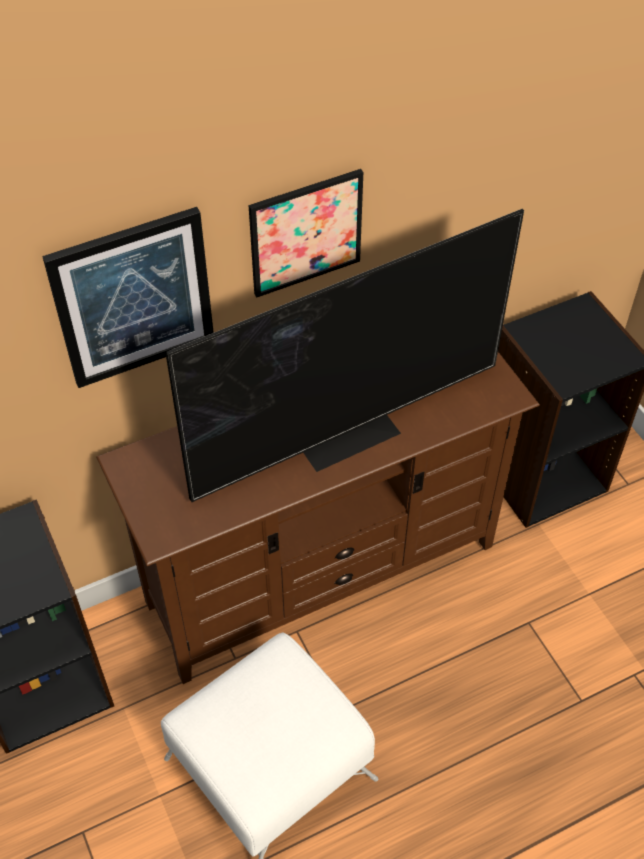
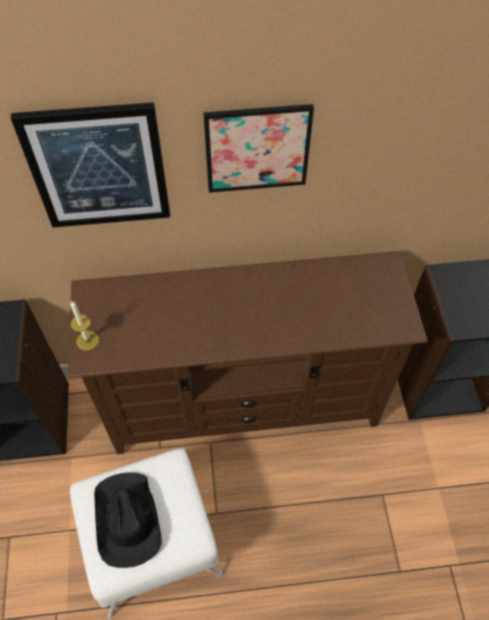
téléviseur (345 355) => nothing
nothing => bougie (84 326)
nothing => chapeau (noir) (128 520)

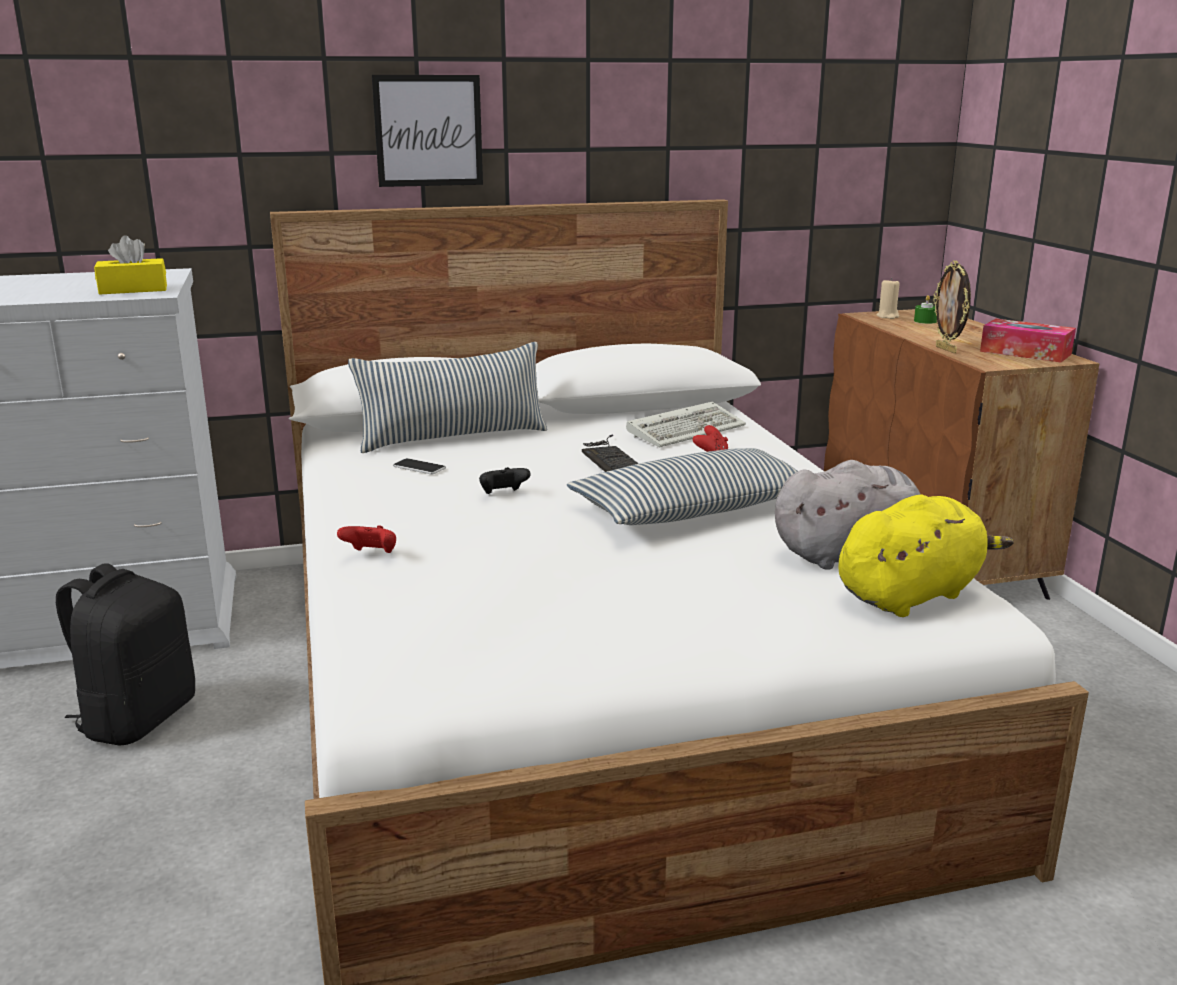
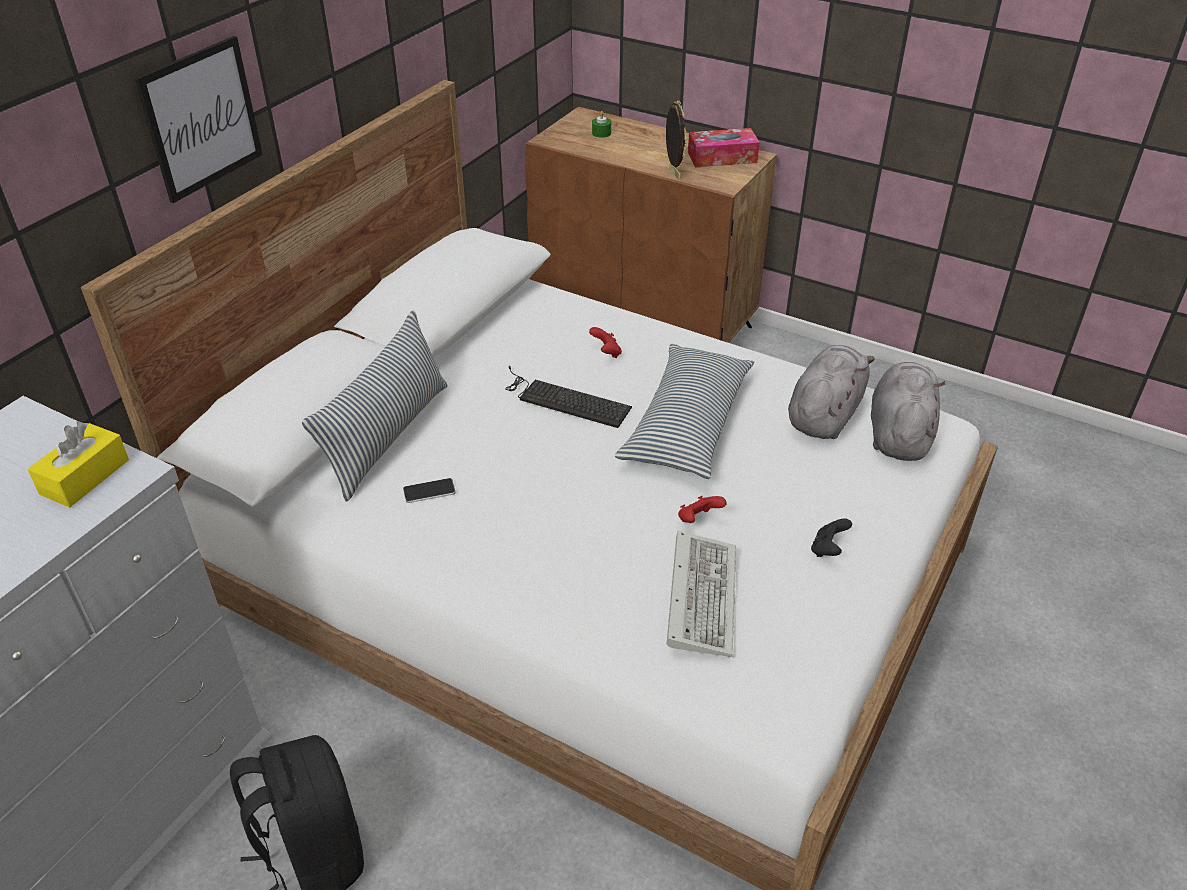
cadre photo (952 306) => cadre photo (676 140), 135 degrees counterclockwise
bougie (beige) (888 298) => nothing
clavier (686 424) => clavier (701 594), moved
manette (noir) (504 480) => manette (noir) (831 537), moved
peluche (jaune) (926 555) => peluche (gris) (908 411)
manette (rouge) (366 539) => manette (rouge) (702 509), moved

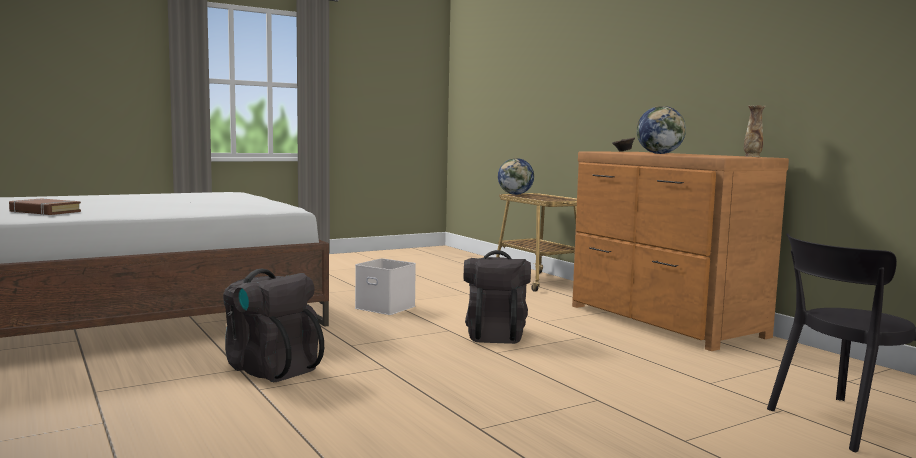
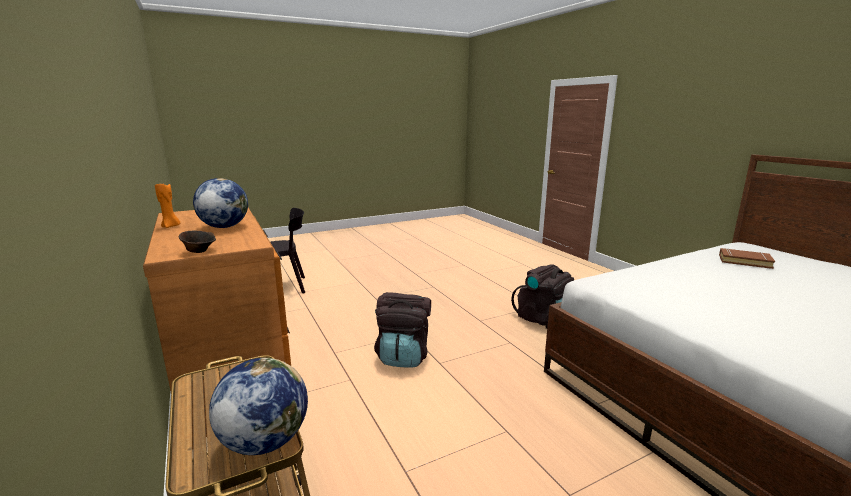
vase (755 131) => nothing
boîte de rangement (blanc) (385 286) => nothing
nothing => bougie (orange) (167 205)

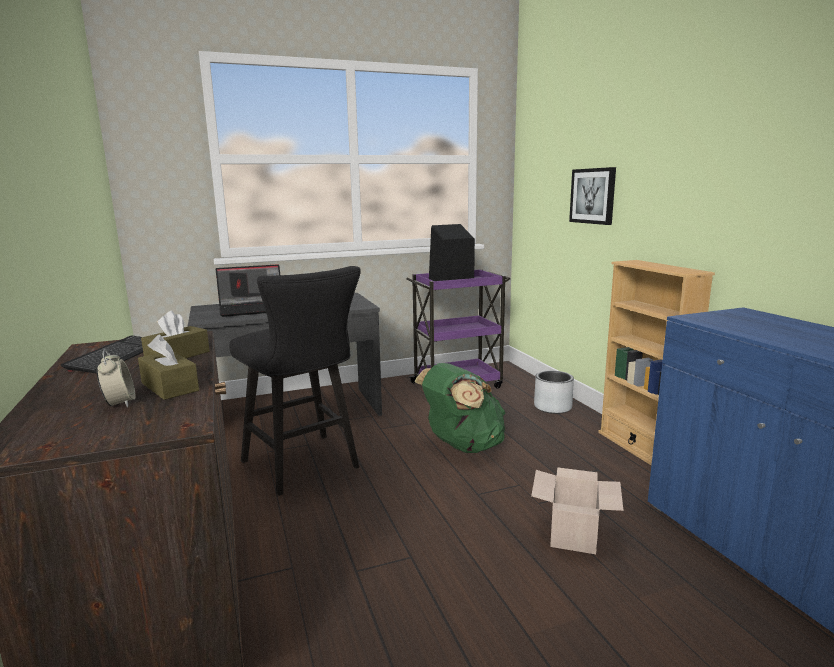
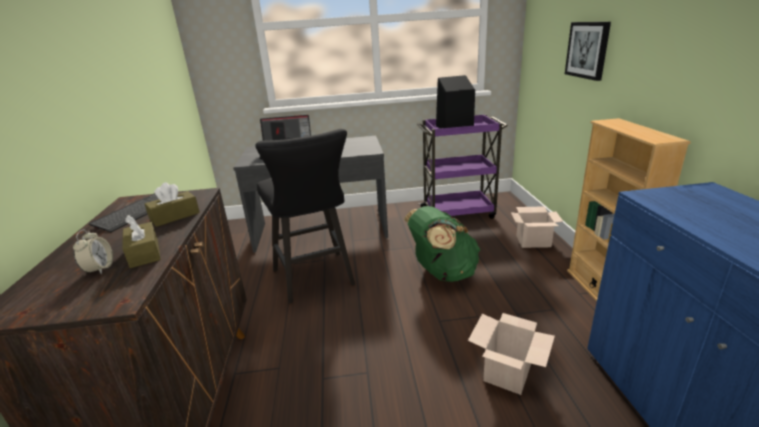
cache-pot (gris) (554 392) => carton (537 227)

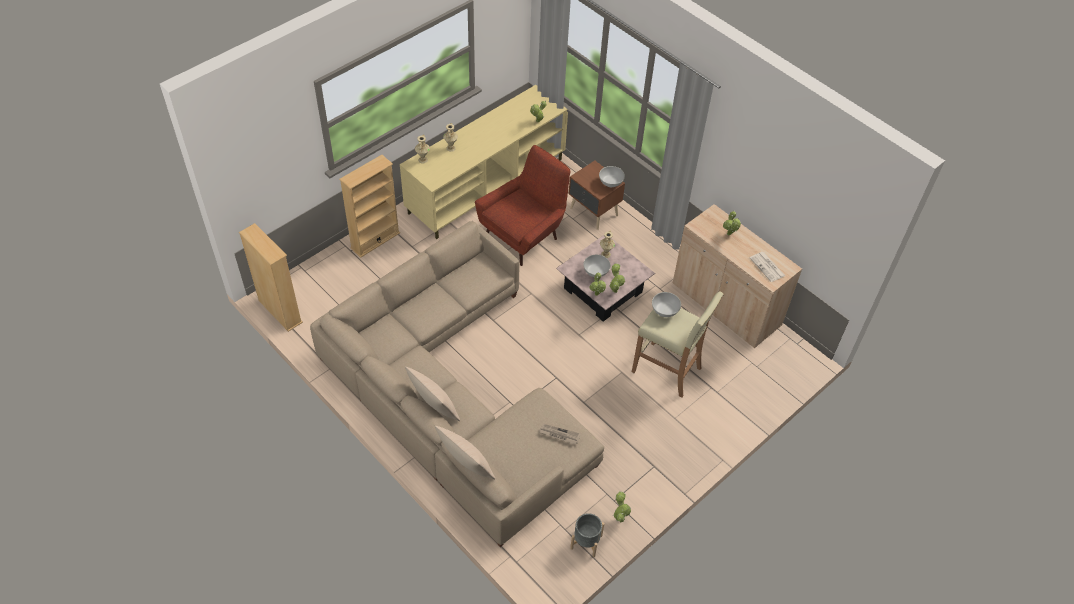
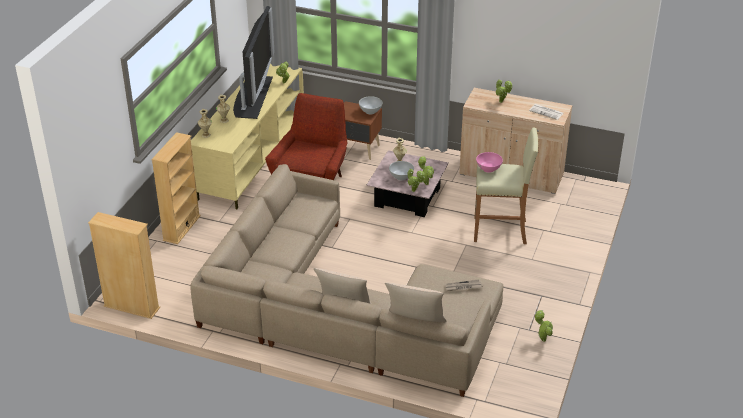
bol (blanc) (666 304) => bol (rose) (489 162)
cache-pot (gris) (587 535) => nothing
nothing => téléviseur (254 62)

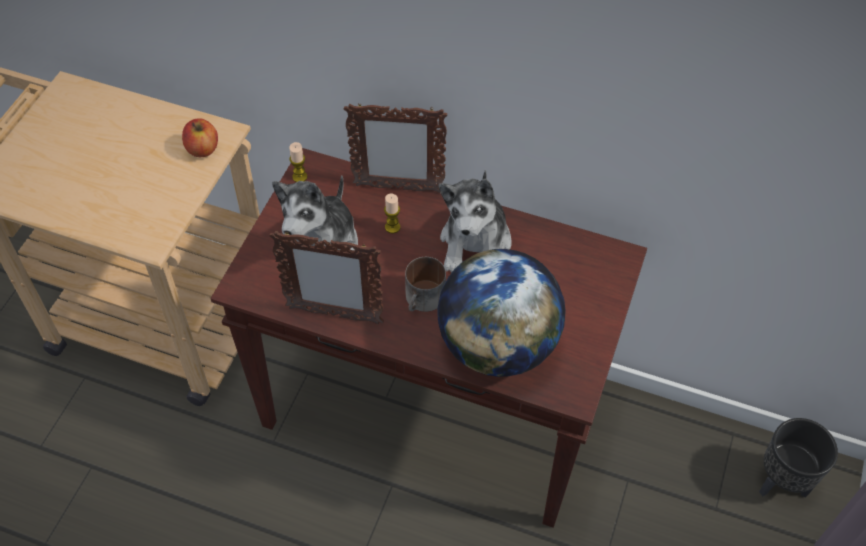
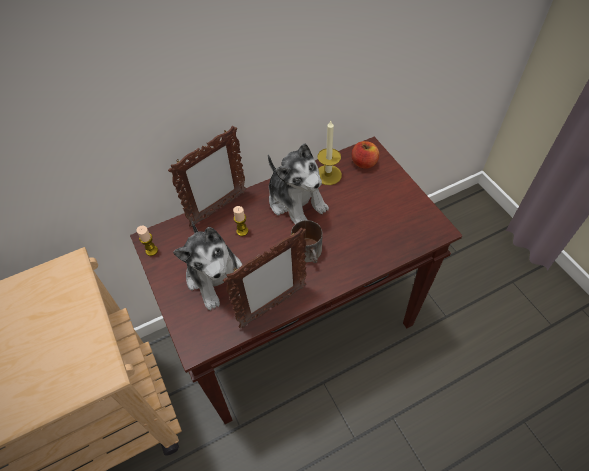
pomme (200 137) => pomme (365 155), moved
globe (501 313) => nothing
cache-pot (noir) (798 458) => nothing
nothing => bougie (329 153)

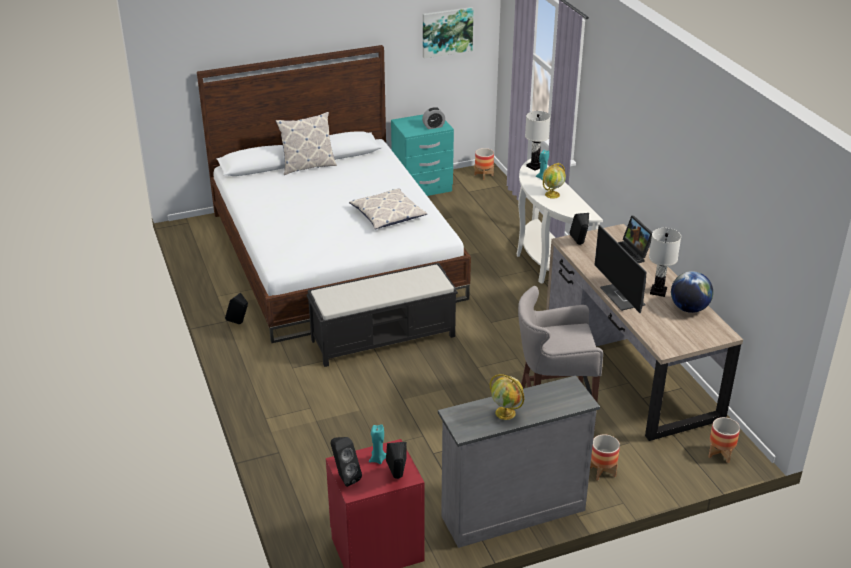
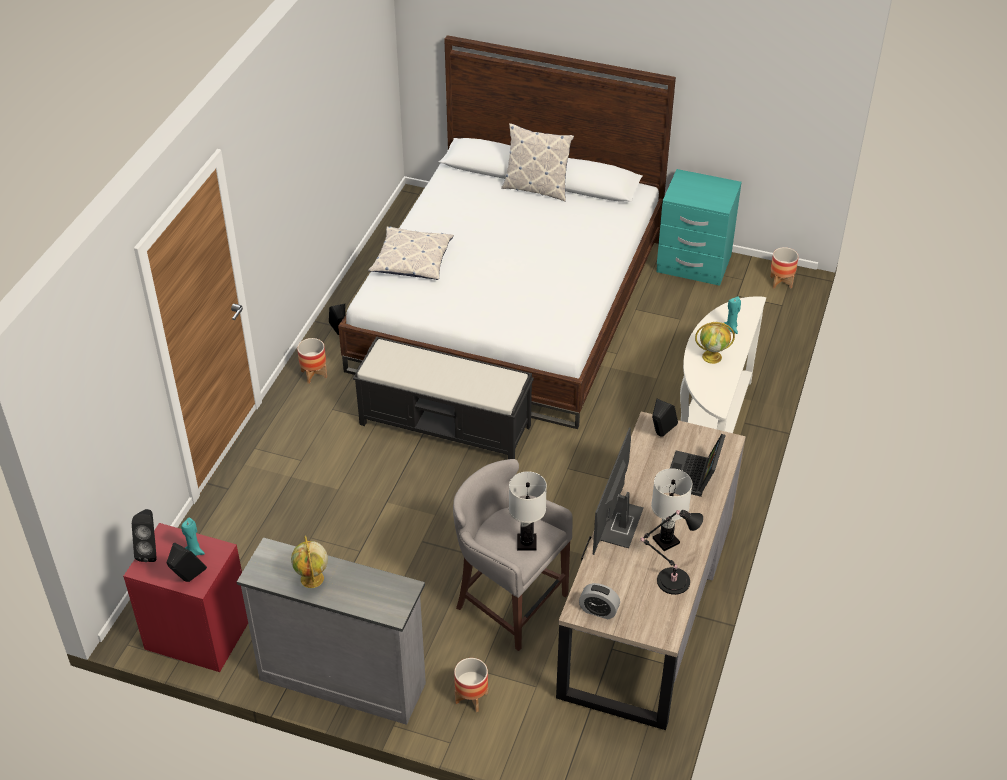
tableau (448 32) => nothing
réveil (433 118) => réveil (599 601), moved
lampe de table (blanc) (537 140) => lampe de table (blanc) (528 510), moved
coussin (388 208) => coussin (411 253), moved
globe (692 292) => lampe de table (noir) (671 552)
cache-pot (724 440) => cache-pot (312 361), moved

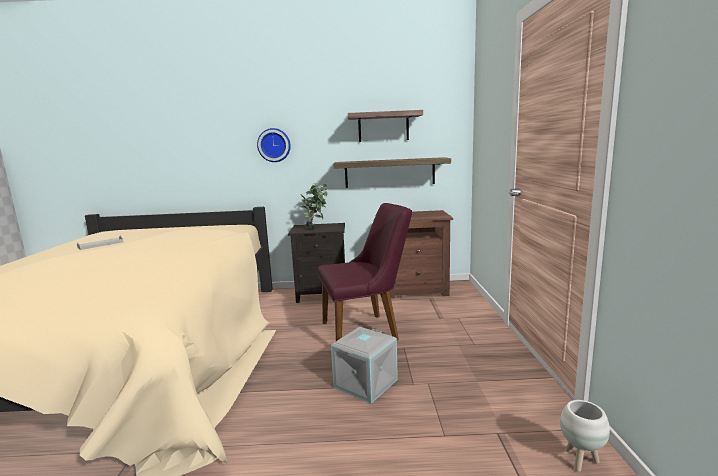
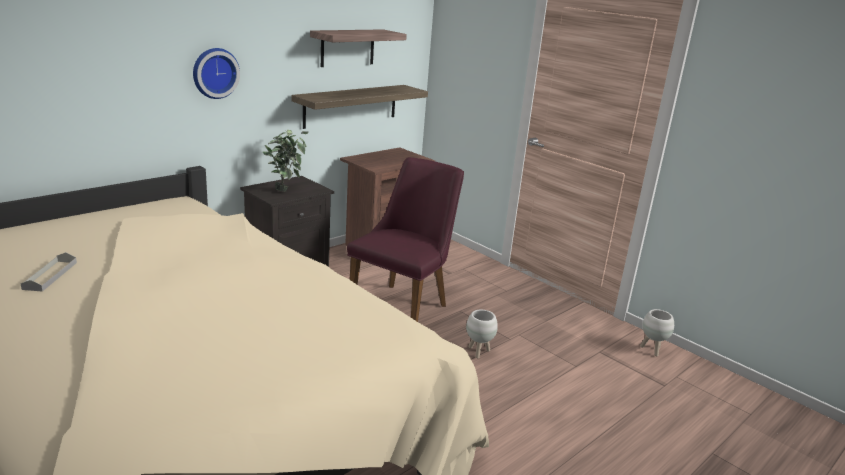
boîte de rangement (gris) (364 365) => cache-pot (blanc) (482 334)

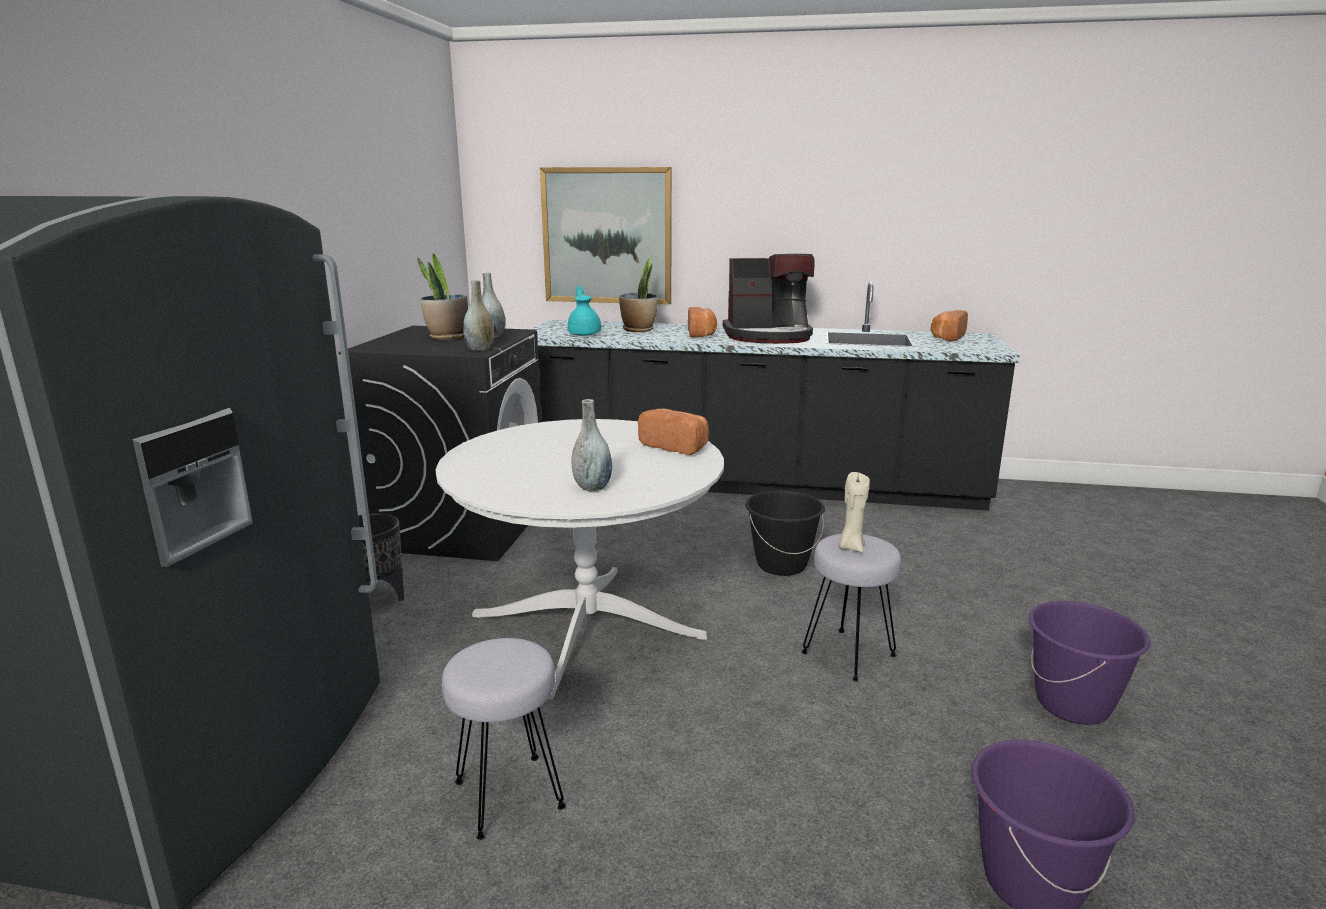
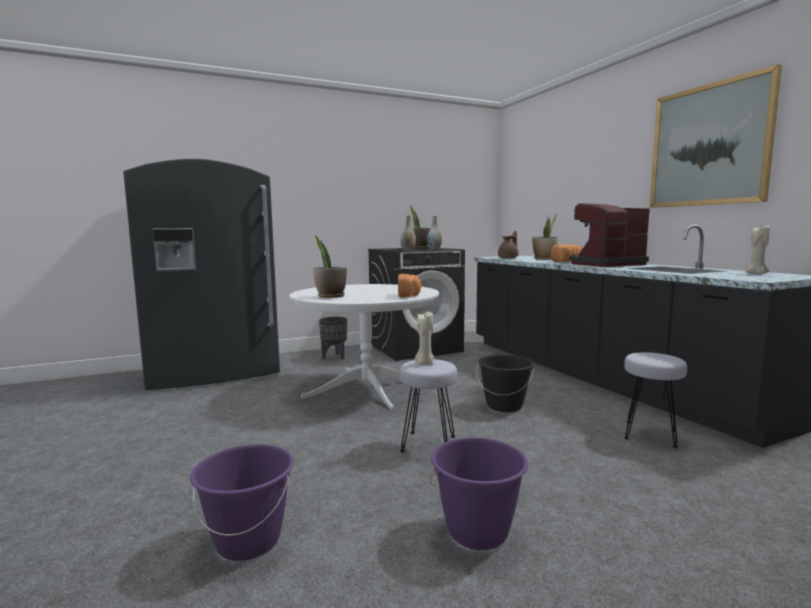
tableau (606 236) => tableau (716 136), moved
machine à café (769 299) => machine à café (609 235), 105 degrees clockwise
théière (turquoise) (584 310) => théière (marron) (508 245)
pain (949 326) => bougie (beige) (757 250)
vase (gris) (591 445) => plante en pot (330 267)
tabouret (gris) (504 739) => tabouret (gris) (655 400), moved

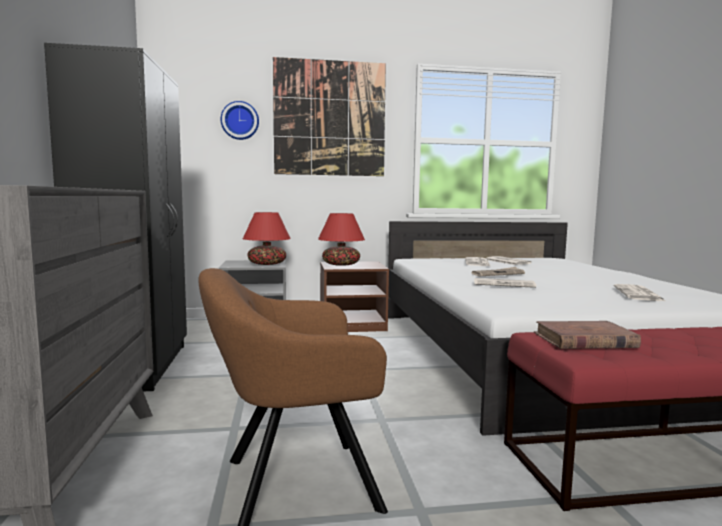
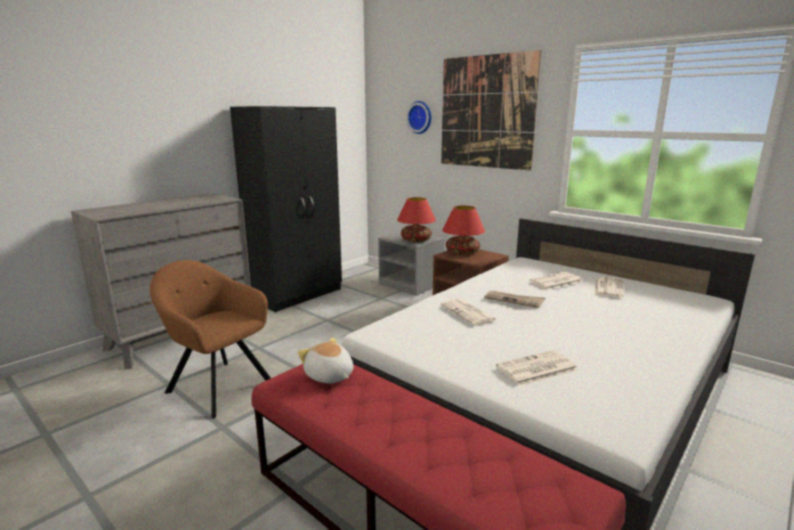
livre (marron) (587 335) => peluche (325 360)

